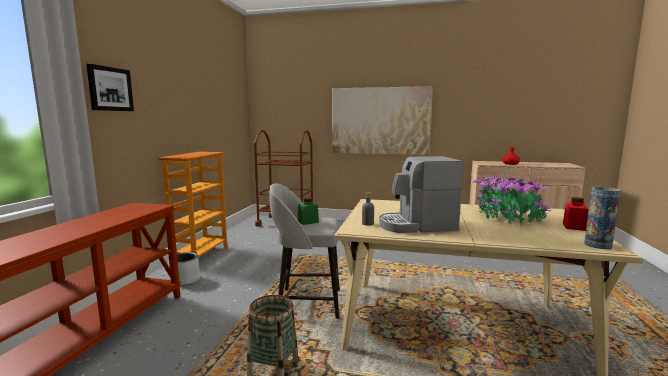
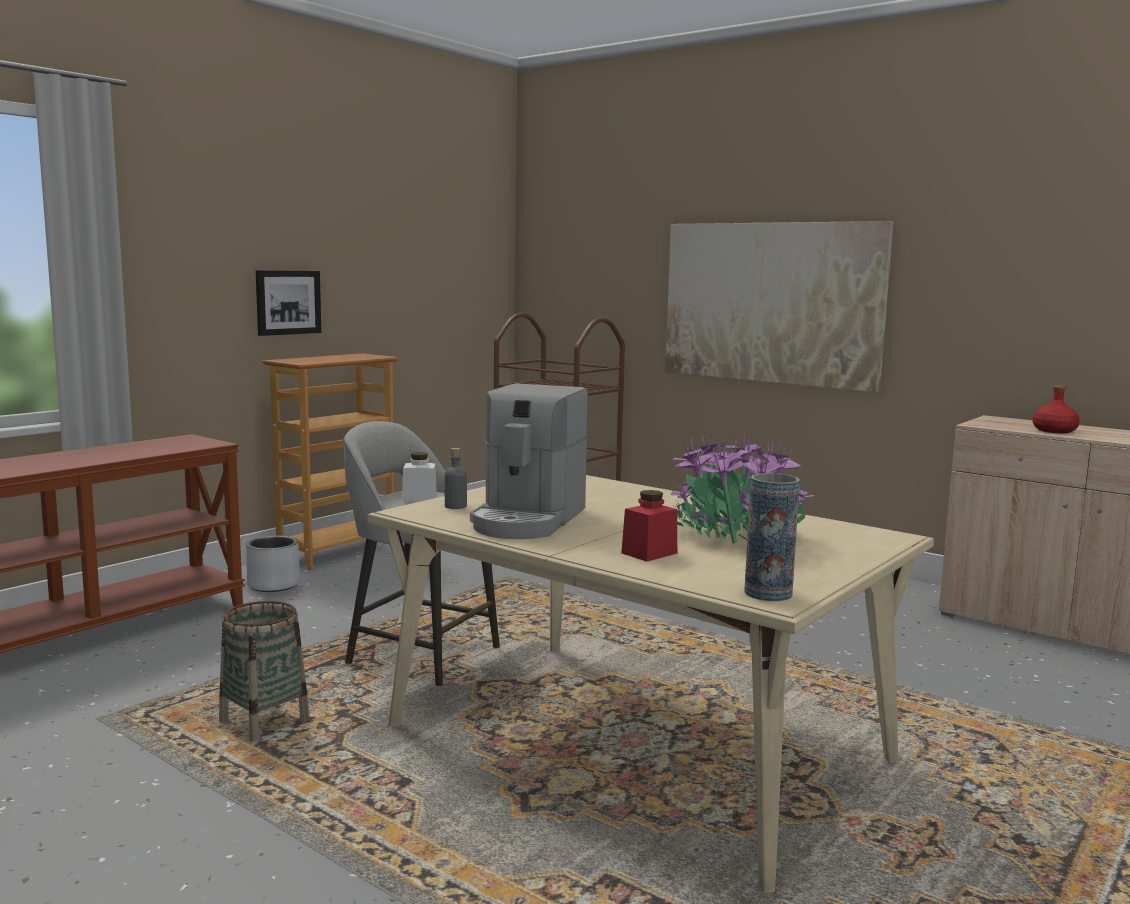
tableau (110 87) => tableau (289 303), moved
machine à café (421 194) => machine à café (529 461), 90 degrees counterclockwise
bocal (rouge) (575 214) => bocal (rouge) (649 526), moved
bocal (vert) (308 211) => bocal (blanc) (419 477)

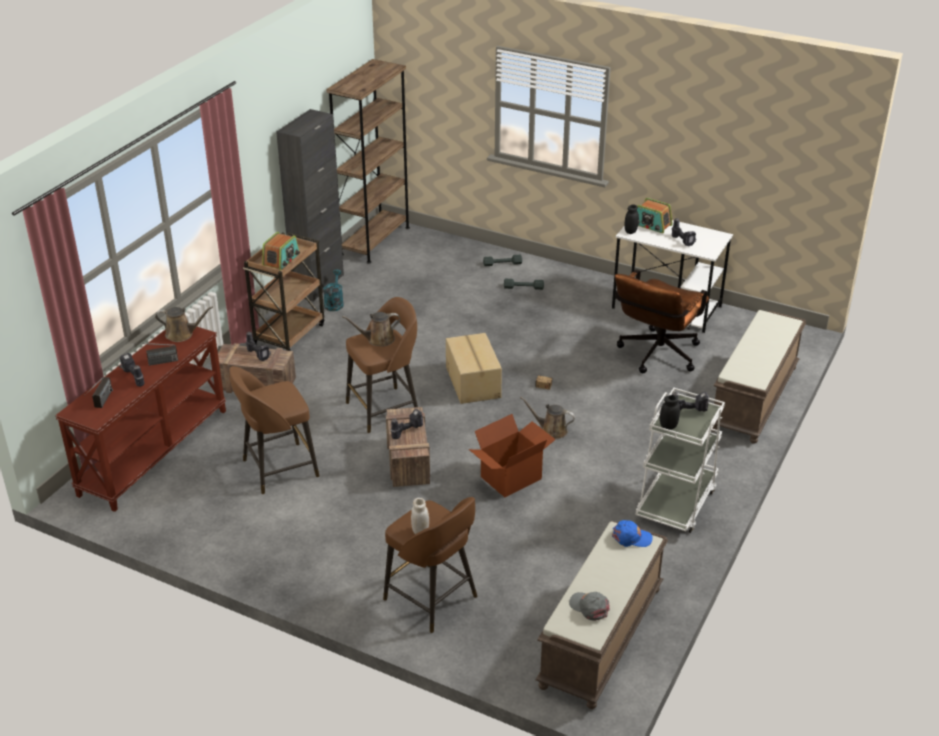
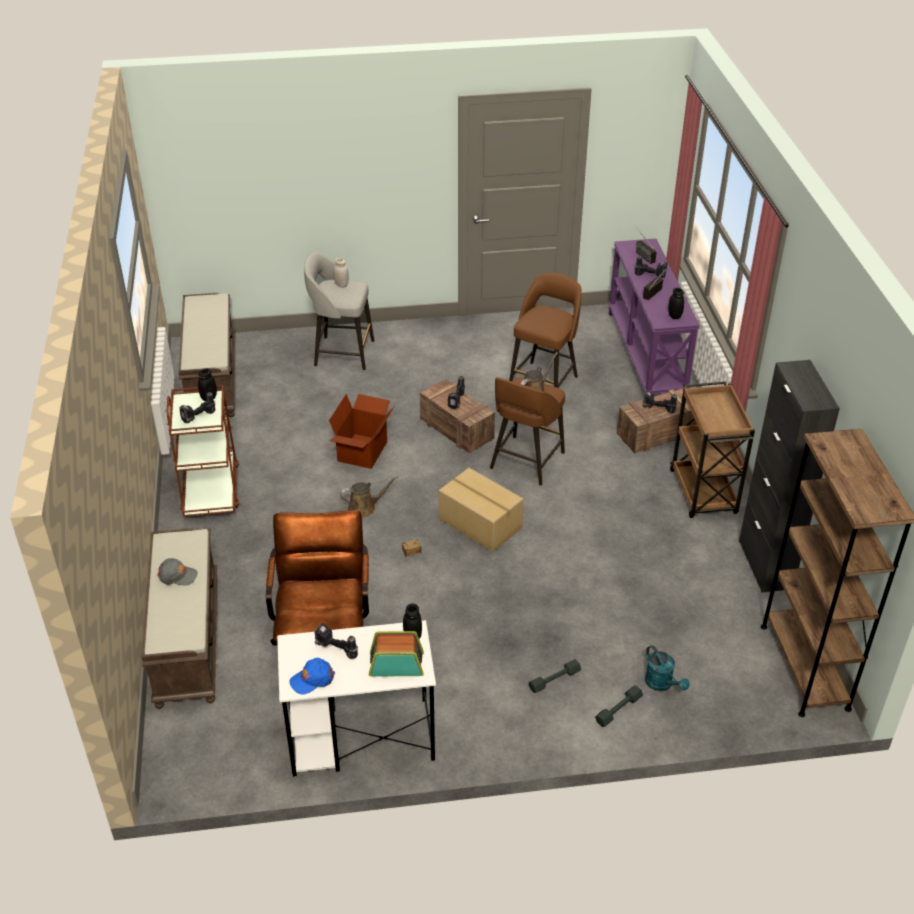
radio (281 251) => nothing
arrosoir (turquoise) (333 290) => arrosoir (turquoise) (667 668), moved
arrosoir (marron) (184 324) => bocal (noir) (676 303)
table console (marron) (140 419) => table console (violet) (654 316)
chariot (blanc) (680 460) => chariot (marron) (202 451)
tabouret (marron) (430 565) => tabouret (gris) (339 311)
casquette (bleu) (632 533) => casquette (bleu) (312 676), moved
casquette (gris) (589 606) => casquette (gris) (177 572), moved

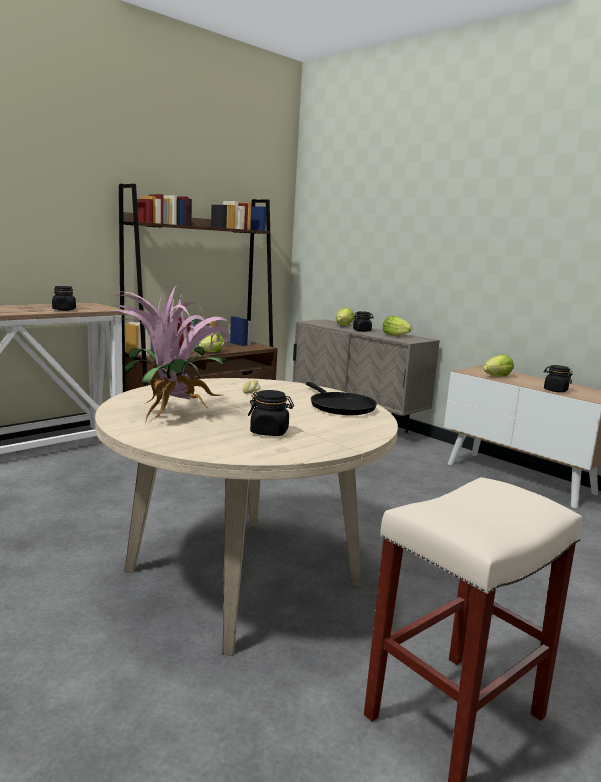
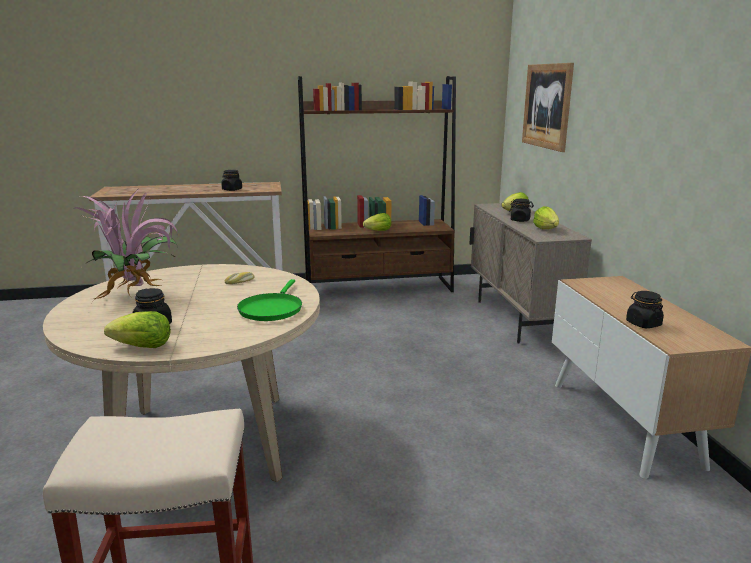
laitue (498 365) => laitue (137 329), moved
poêle (noir) (341 398) => poêle (vert) (269 300)
nothing => tableau (548 107)

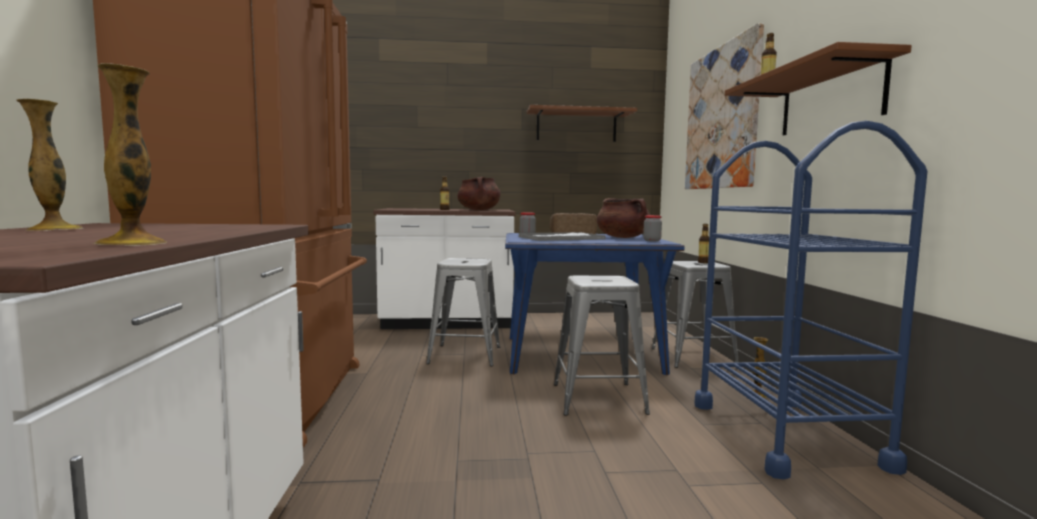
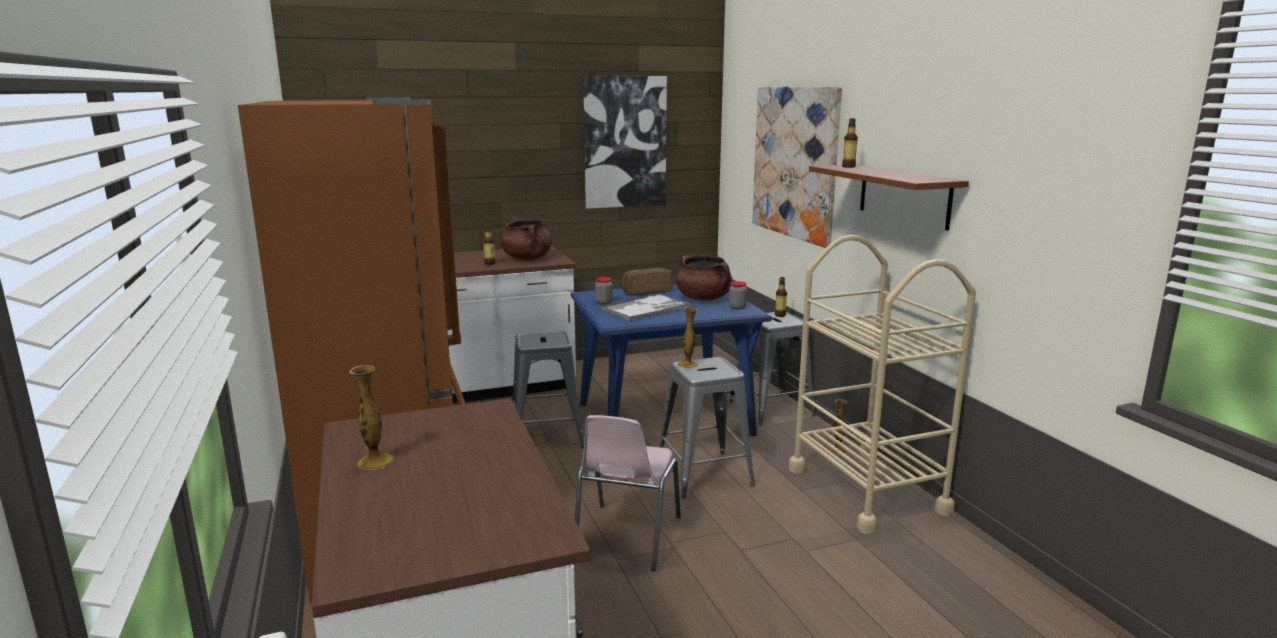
vase (130 154) => vase (687 338), moved
étagère (marron) (581 123) => tableau (625 142)
chariot (bleu) (811 300) => chariot (beige) (882 384)
nothing => chaise (rose) (628 493)

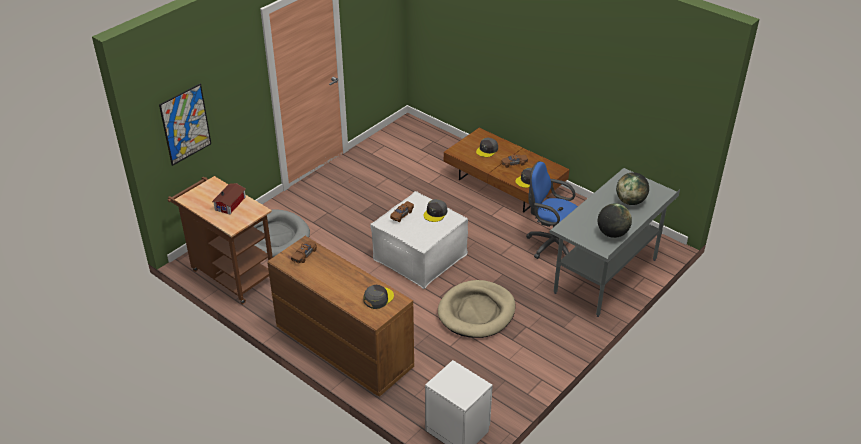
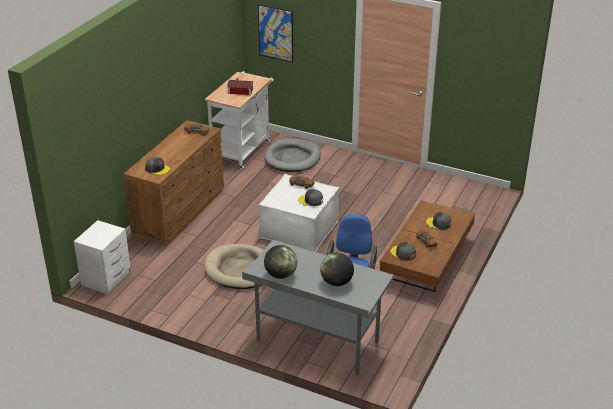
chariot (marron) (220 240) => chariot (blanc) (239 120)

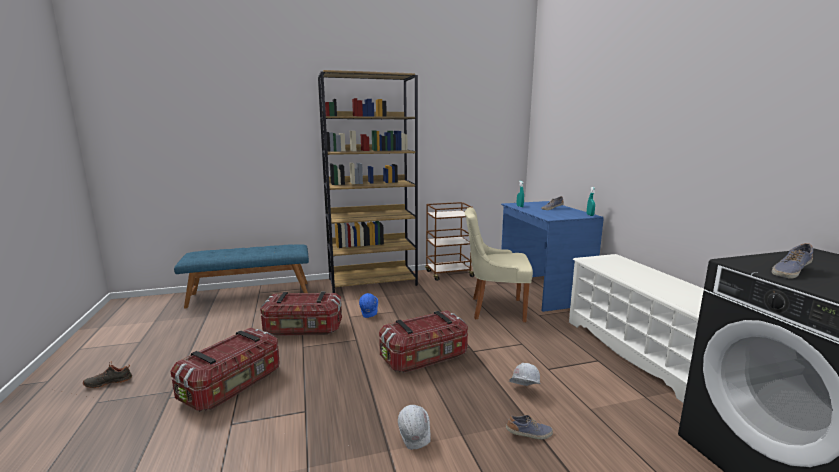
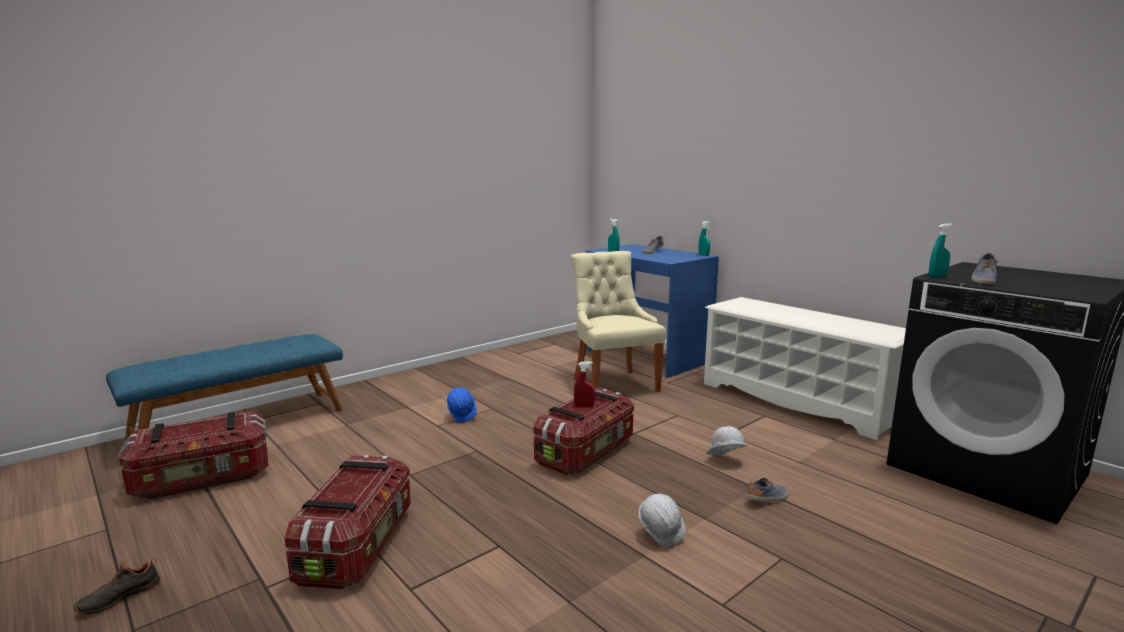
bibliothèque (marron) (368 181) => nothing
chariot (marron) (450 241) => nothing
chaise (beige) (499 264) => chaise (beige) (618 321), 90 degrees clockwise
boîte de rangement (301 313) => boîte de rangement (193 455), moved
nothing => vaporisateur (turquoise) (941 250)
nothing => vaporisateur (rouge) (584 384)

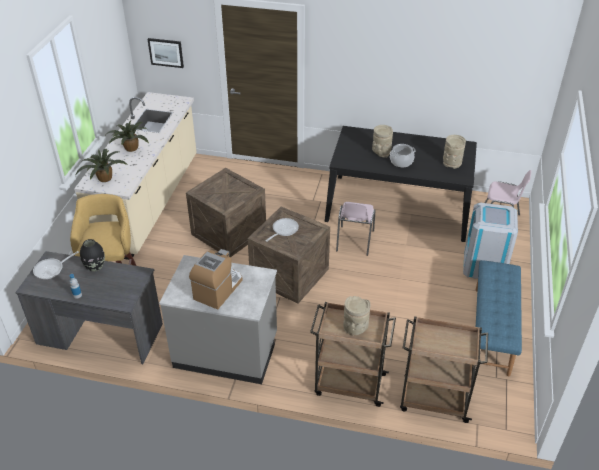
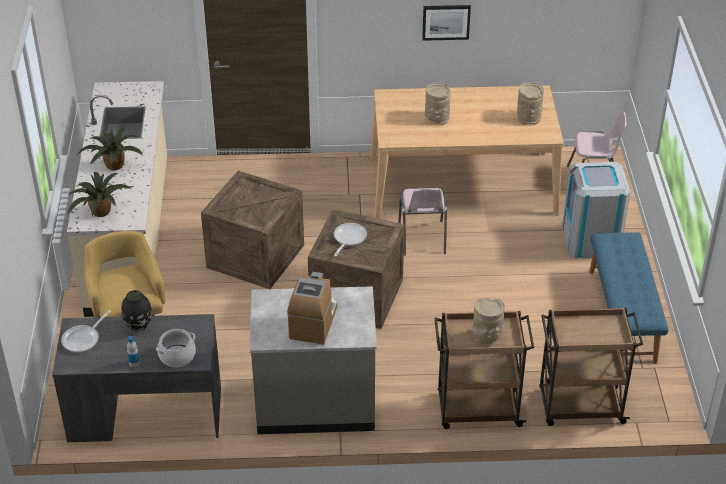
tableau (166 53) => tableau (446 23), moved
table à manger (noir) (401 184) => table à manger (beige) (467 152)
marmite (403 155) => marmite (176 348), moved

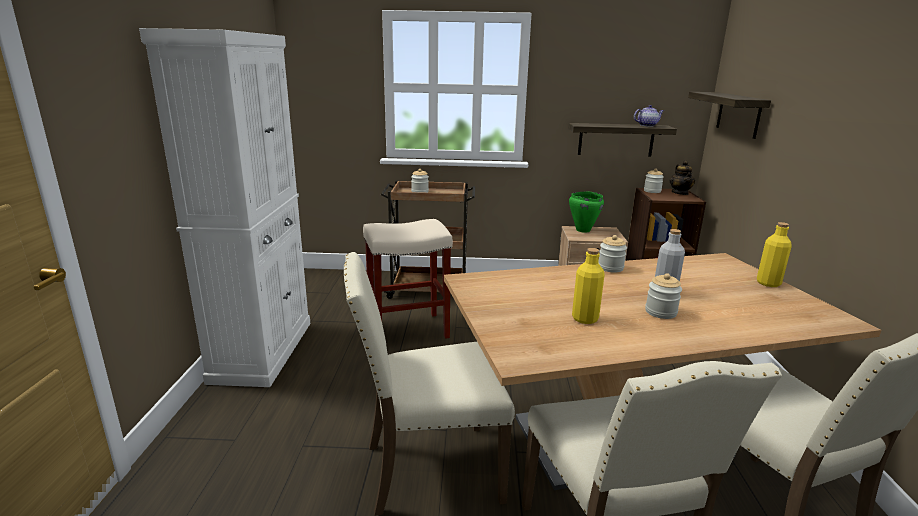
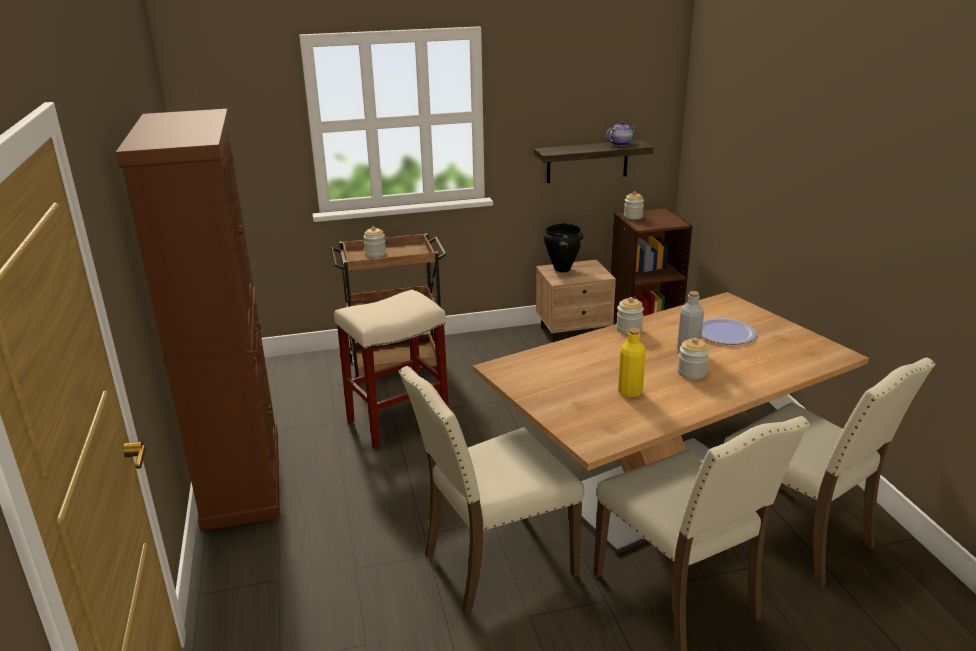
meuble de rangement (blanc) (224 207) => meuble de rangement (marron) (198 320)
étagère (729 115) => nothing
théière (682 177) => nothing
marmite (vert) (586 212) => marmite (noir) (563 247)
bouteille (jaune) (774 254) => nothing
nothing => assiette (729 331)

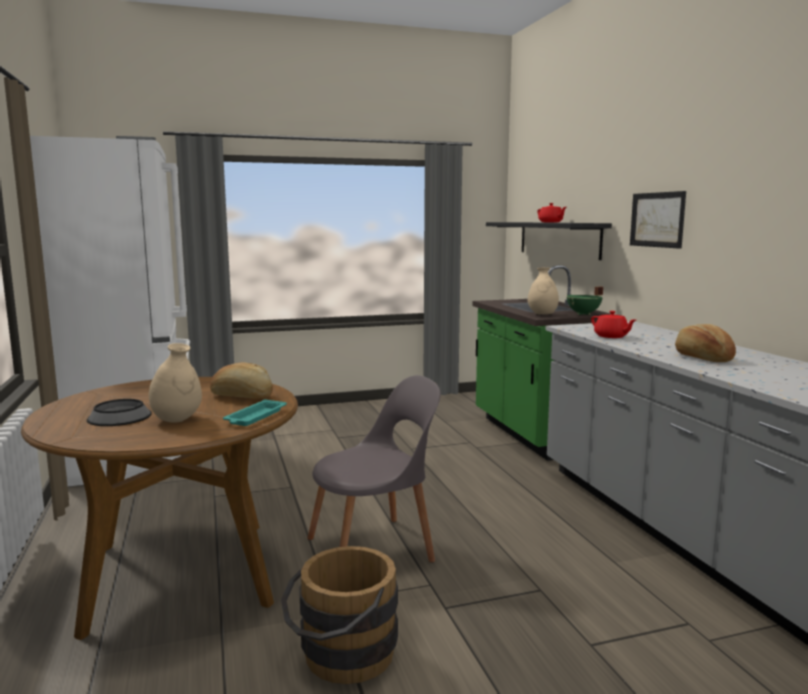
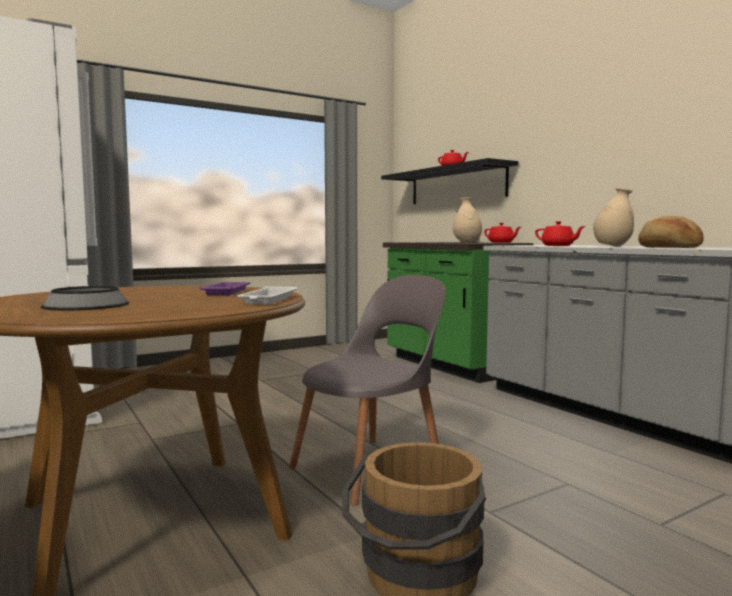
tableau (658 220) => nothing
marmite (vert) (585 300) => théière (rouge) (502 233)
vase (beige) (175 383) => vase (beige) (613 217), moved
pain (241 380) => plateau (violet) (224 289)
plateau (turquoise) (255 412) => plateau (blanc) (267 295)

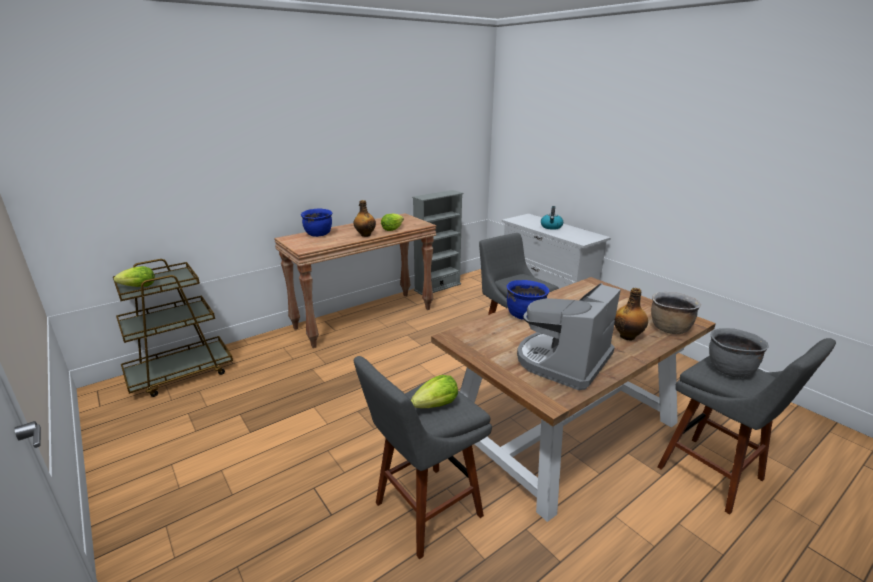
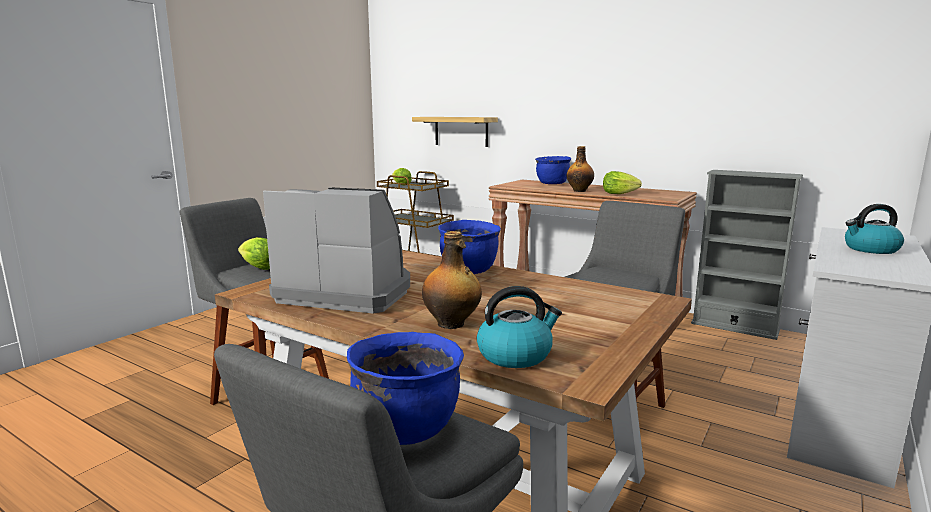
marmite (marron) (676 313) => bouilloire (519 327)
marmite (gris) (739 353) => marmite (bleu) (405 388)
nothing => étagère (455 132)

